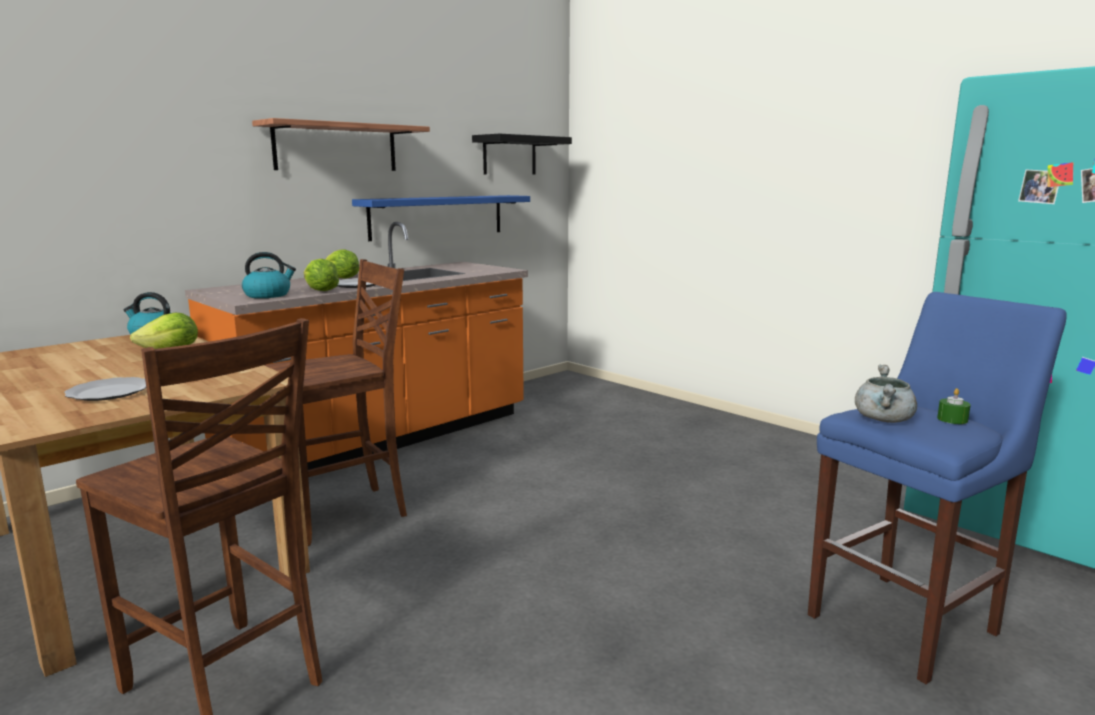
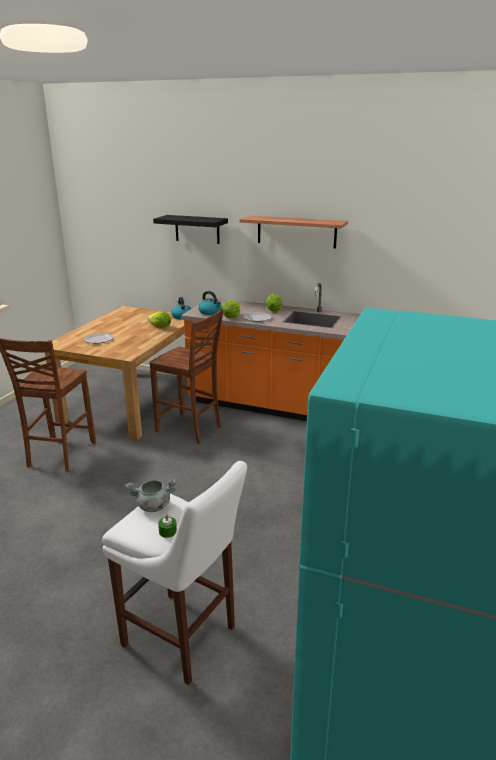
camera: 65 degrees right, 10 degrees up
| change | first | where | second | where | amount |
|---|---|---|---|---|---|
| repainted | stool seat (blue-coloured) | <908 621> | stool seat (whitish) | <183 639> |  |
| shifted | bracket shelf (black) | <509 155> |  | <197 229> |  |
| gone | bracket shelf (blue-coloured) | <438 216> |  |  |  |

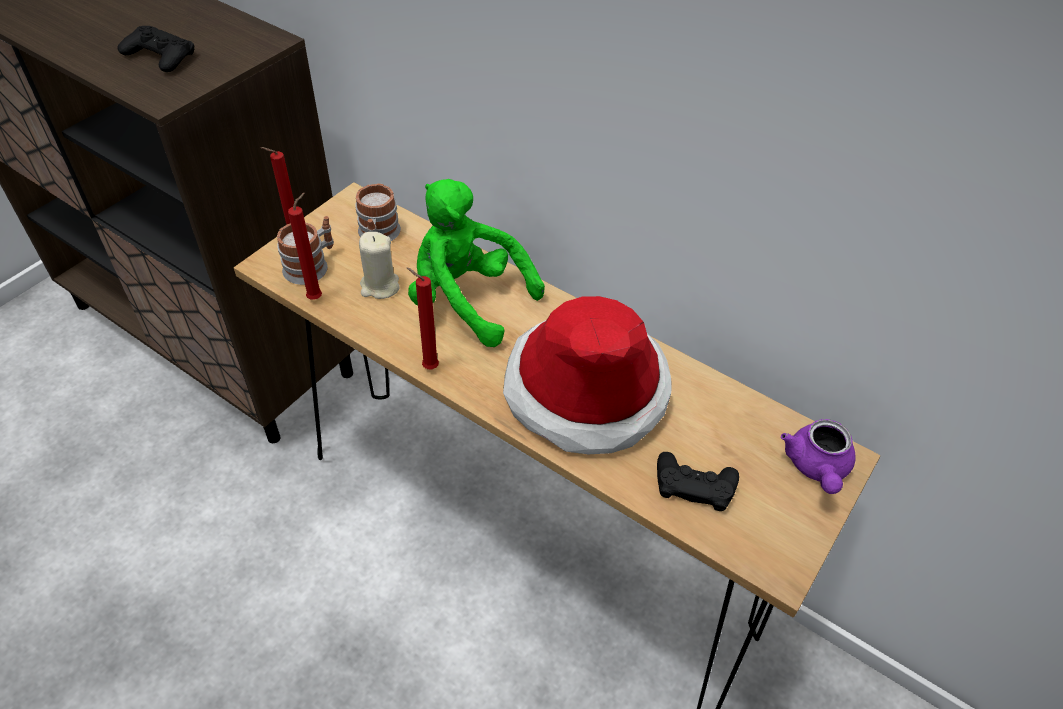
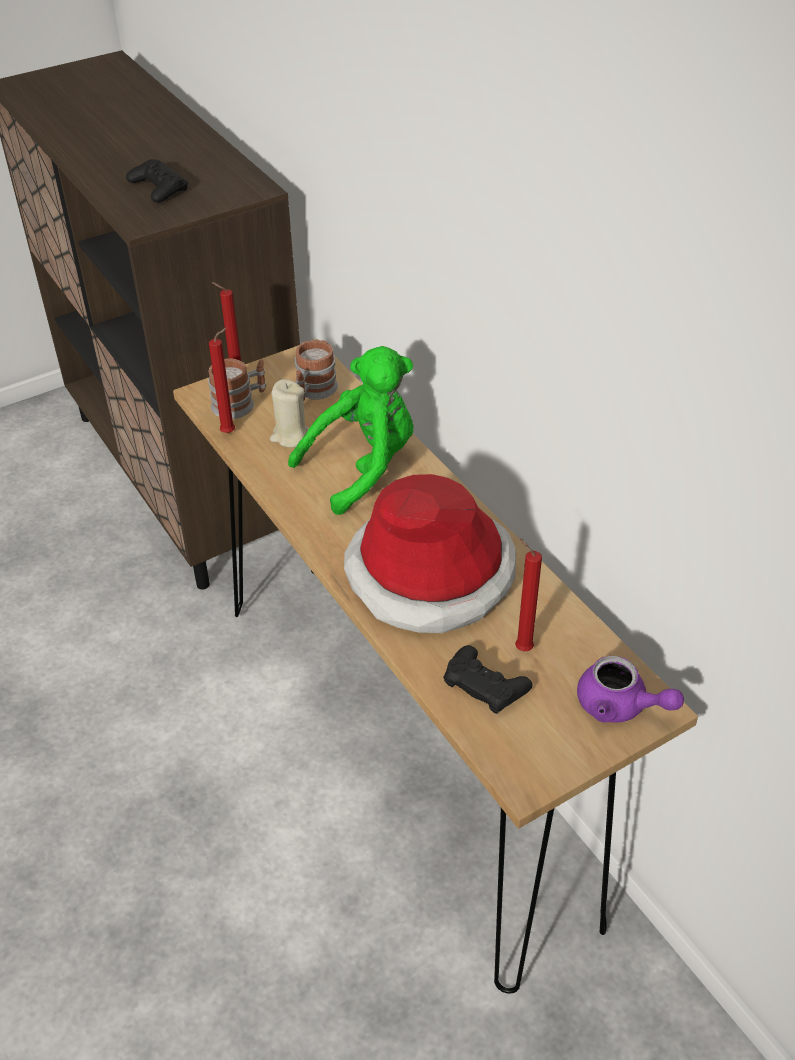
camera: 25 degrees right, 5 degrees down
| change | first | where | second | where | amount |
|---|---|---|---|---|---|
| rotated | plush toy (green) | <467 300> |  | <363 467> | 90 degrees clockwise |
| shifted | wax light (reddish) | <428 367> |  | <521 648> |  |
| rotated | pot for tea (purple) | <816 467> |  | <620 706> | 90 degrees counterclockwise |

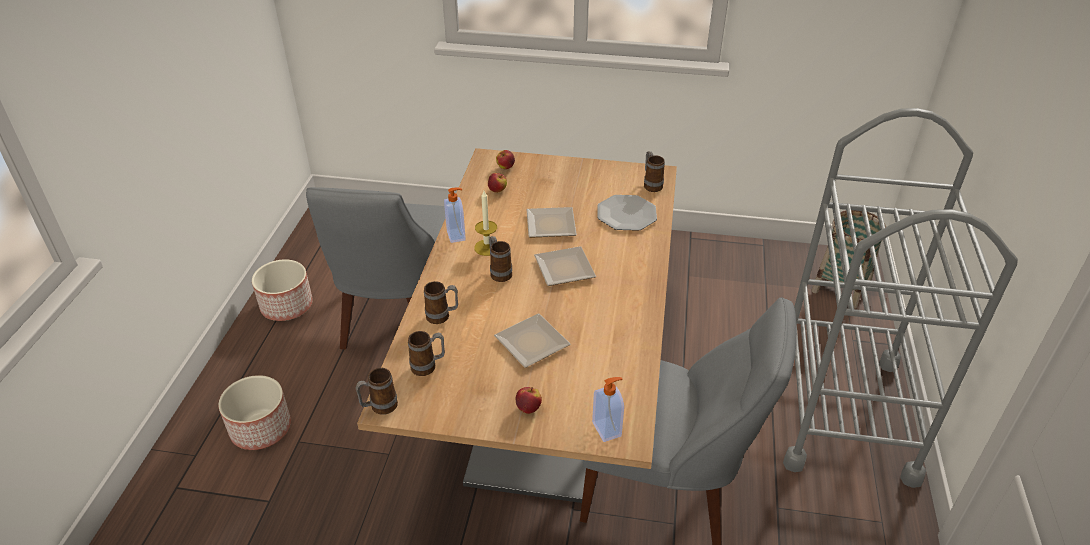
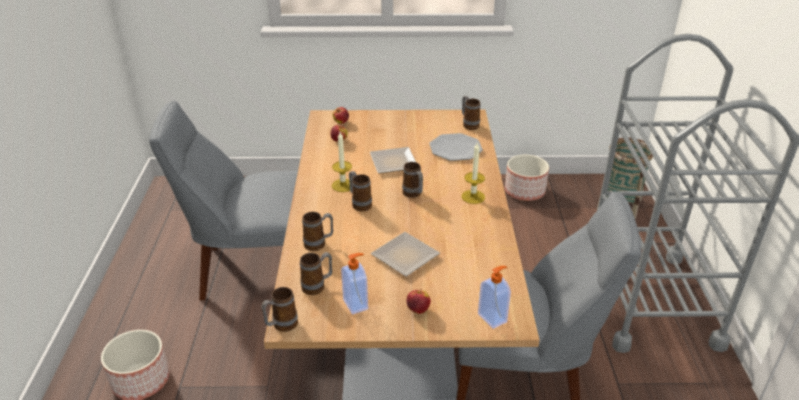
camera: 10 degrees left, 5 degrees down
| change | first | where | second | where | amount |
|---|---|---|---|---|---|
| rotated | upright chair (grey) | <396 318> |  | <250 270> | 90 degrees clockwise |
| shifted | soap bottle | <457 235> |  | <356 304> |  |
| swapped | flat dish | <562 268> | coffee mug | <413 195> |  |
| new |  |  | wax light | <473 197> |  |
| shifted | flower pot | <287 306> |  | <525 191> |  |

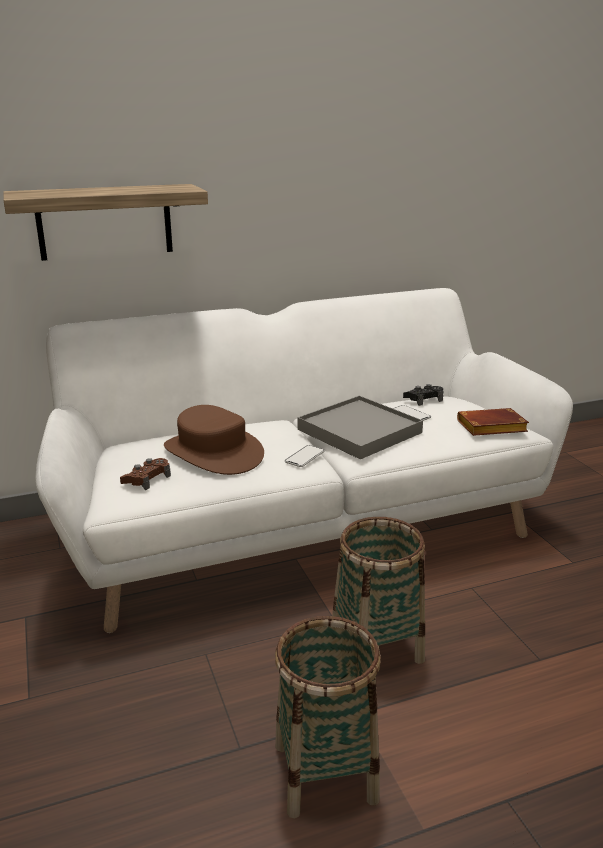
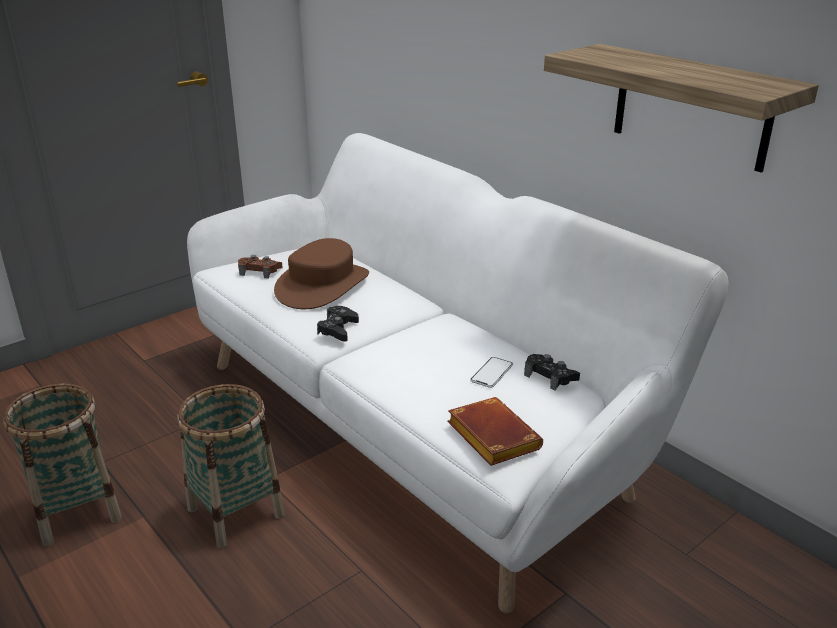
camera: 70 degrees right, 5 degrees up
| change | first | where | second | where | amount |
|---|---|---|---|---|---|
| swapped | handset | <304 457> | gamepad (black) | <338 329> |  |
| shifted | bracket shelf | <105 222> |  | <691 107> |  |
| gone | tray (grey) | <360 431> |  |  |  |

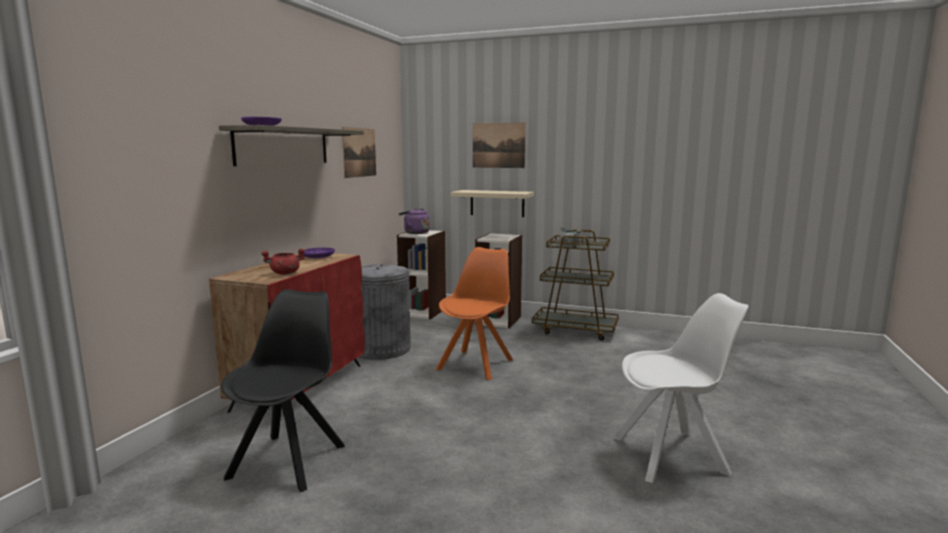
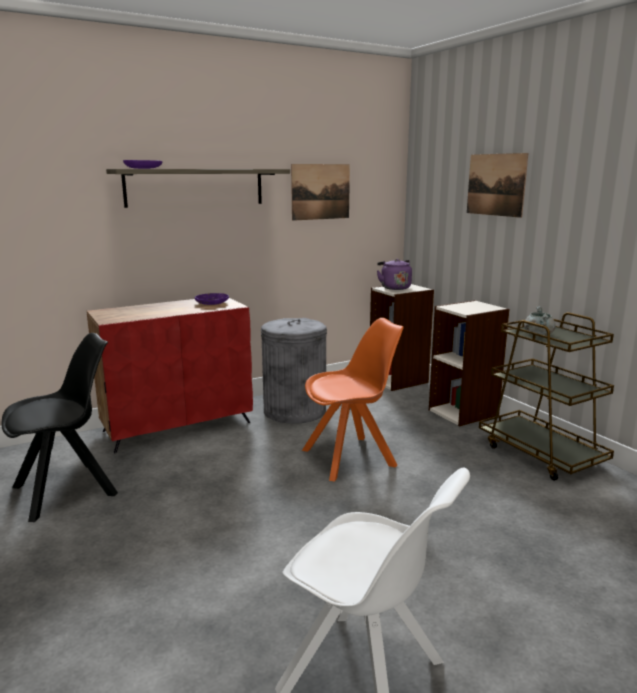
camera: 40 degrees right, 5 degrees up
| change | first | where | second | where | amount |
|---|---|---|---|---|---|
| gone | saucepot (reddish) | <285 273> |  |  |  |
| gone | bracket shelf (beige-coloured) | <497 203> |  |  |  |

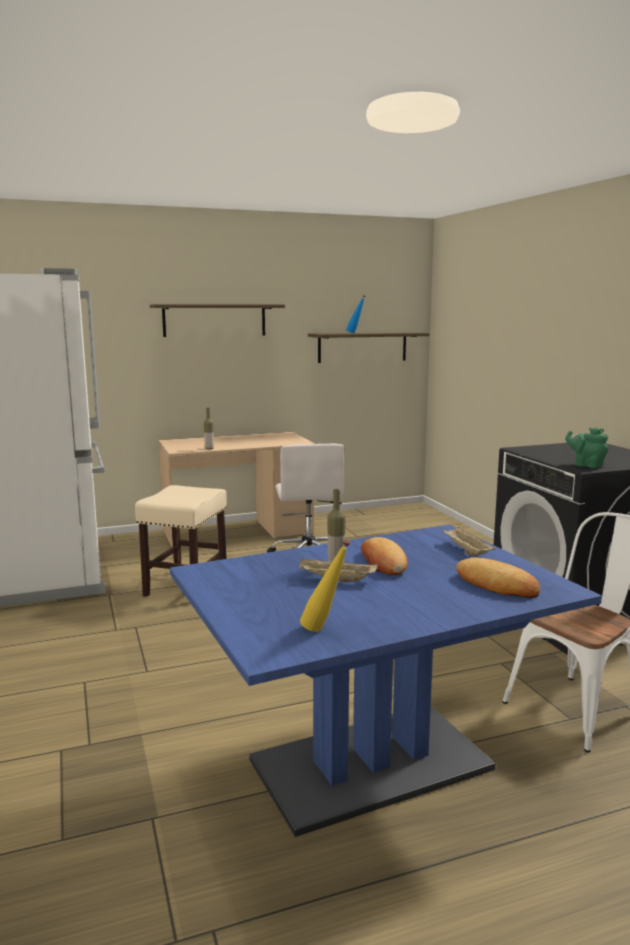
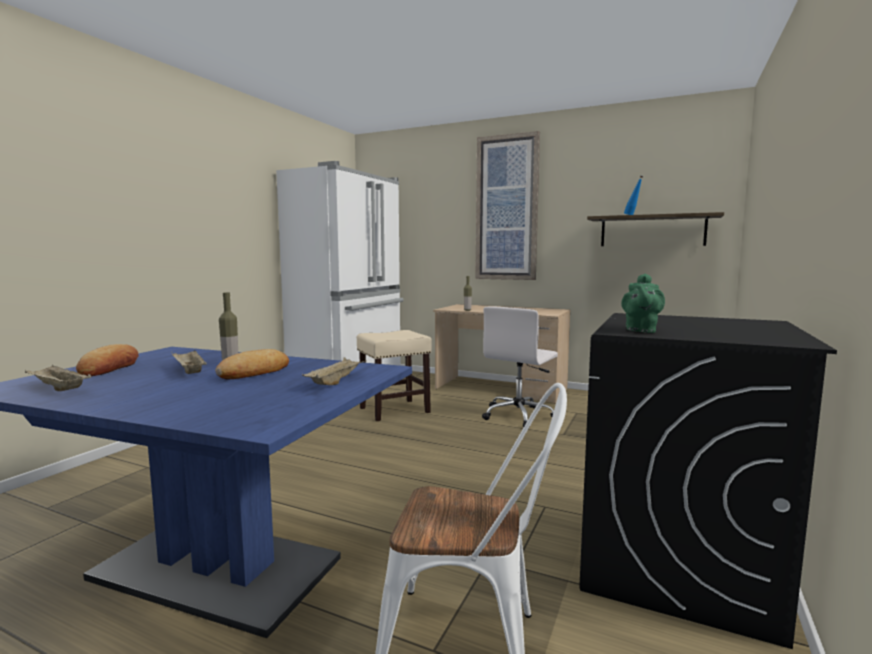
camera: 45 degrees right, 5 degrees down
| change | first | where | second | where | amount |
|---|---|---|---|---|---|
| swapped | drink bottle (yellow-coloured) | <324 630> | tray (beige-coloured) | <58 389> |  |
| shifted | bakery bread | <496 585> |  | <110 367> |  |
| swapped | bracket shelf | <214 320> | wall art | <507 208> |  |
| rotated | pot for tea (green) | <586 465> |  | <640 330> | 150 degrees counterclockwise |

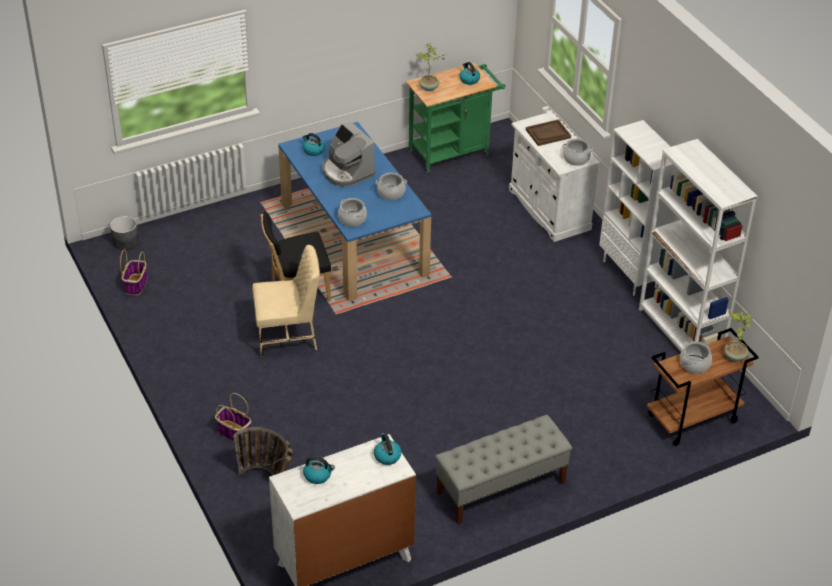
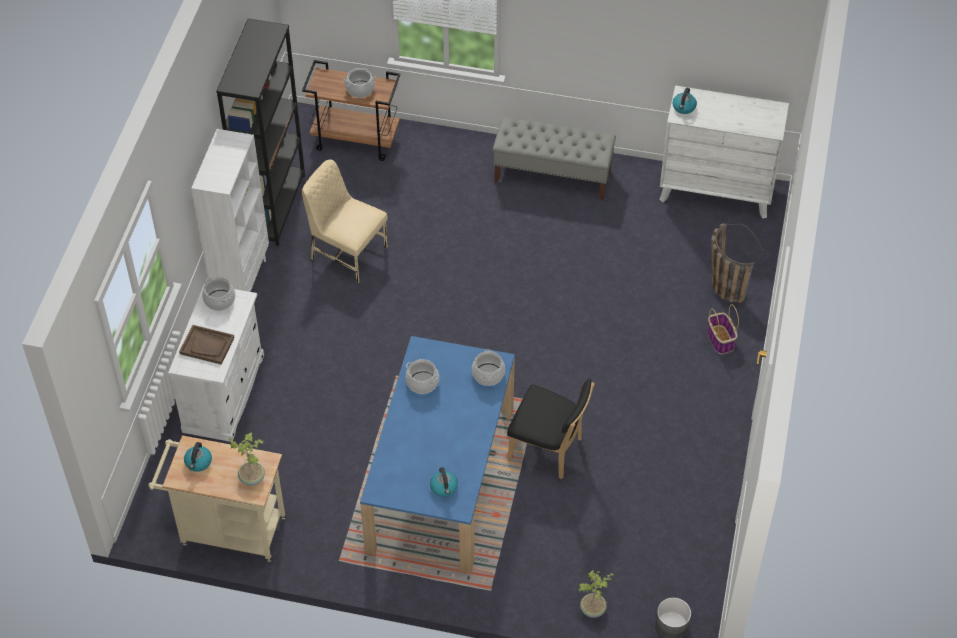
camera: 140 degrees left, 10 degrees up
| change | first | where | second | where | amount |
|---|---|---|---|---|---|
| repainted | wheeled cart (green) | <453 151> | wheeled cart (beige-coloured) | <227 530> |  |
| repainted | bookshelf (whitish) | <680 332> | bookshelf (black) | <273 206> |  |
| shifted | upright chair (beige-coloured) | <288 336> |  | <347 253> |  |
| shifted | houseplant | <734 356> |  | <593 610> |  |
| gone | basket | <136 284> |  |  |  |
| gone | water kettle | <318 475> |  |  |  |
| gone | coffee maker | <347 171> |  |  |  |

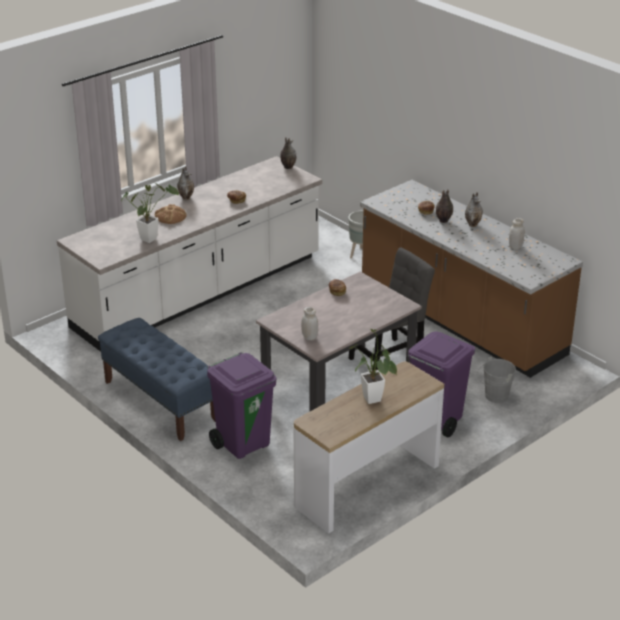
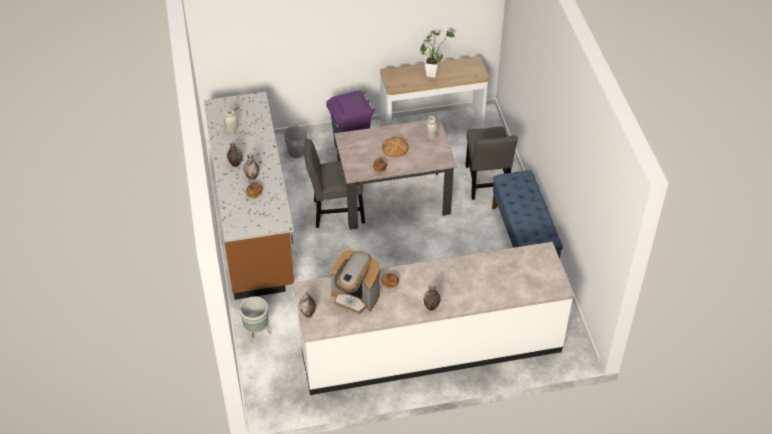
camera: 150 degrees left, 15 degrees up
| change | first | where | second | where | amount |
|---|---|---|---|---|---|
| new |  |  | coffee maker | <355 297> |  |
| shifted | bakery bread | <170 216> |  | <395 148> |  |
| swapped | waste bin (purple) | <243 443> | upright chair (grey) | <486 183> |  |
| gone | houseplant | <151 238> |  |  |  |

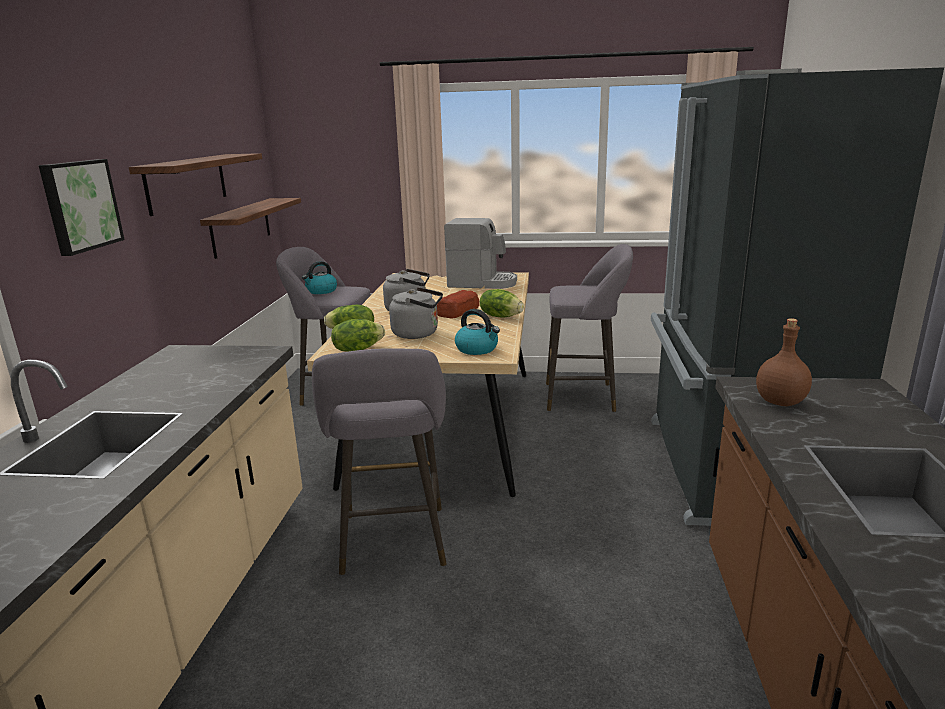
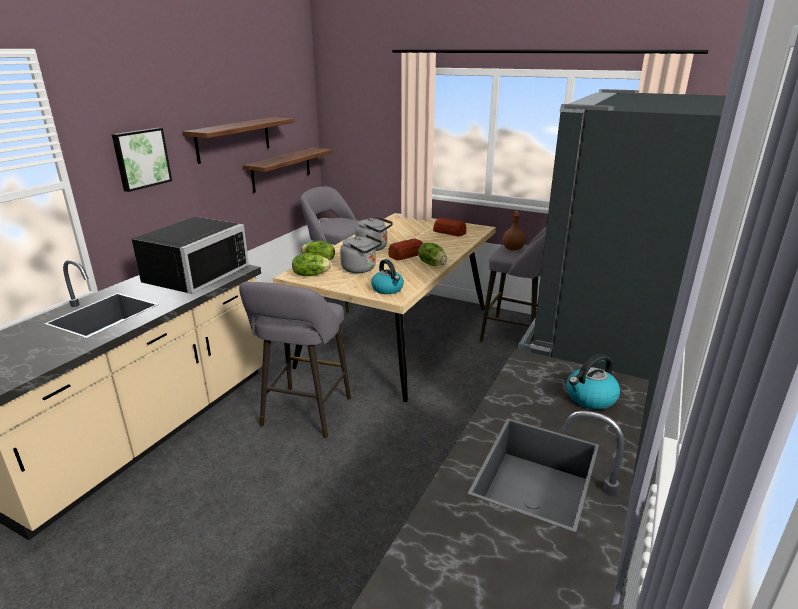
camera: 20 degrees right, 5 degrees up
| change | first | where | second | where | amount |
|---|---|---|---|---|---|
| new |  |  | kitchen microwave (black) | <192 275> |  |
| swapped | coffee maker | <482 283> | bakery bread | <449 232> |  |
| shifted | drink bottle (brownish) | <779 401> |  | <513 249> |  |
| shifted | water kettle | <321 291> |  | <590 398> |  |

